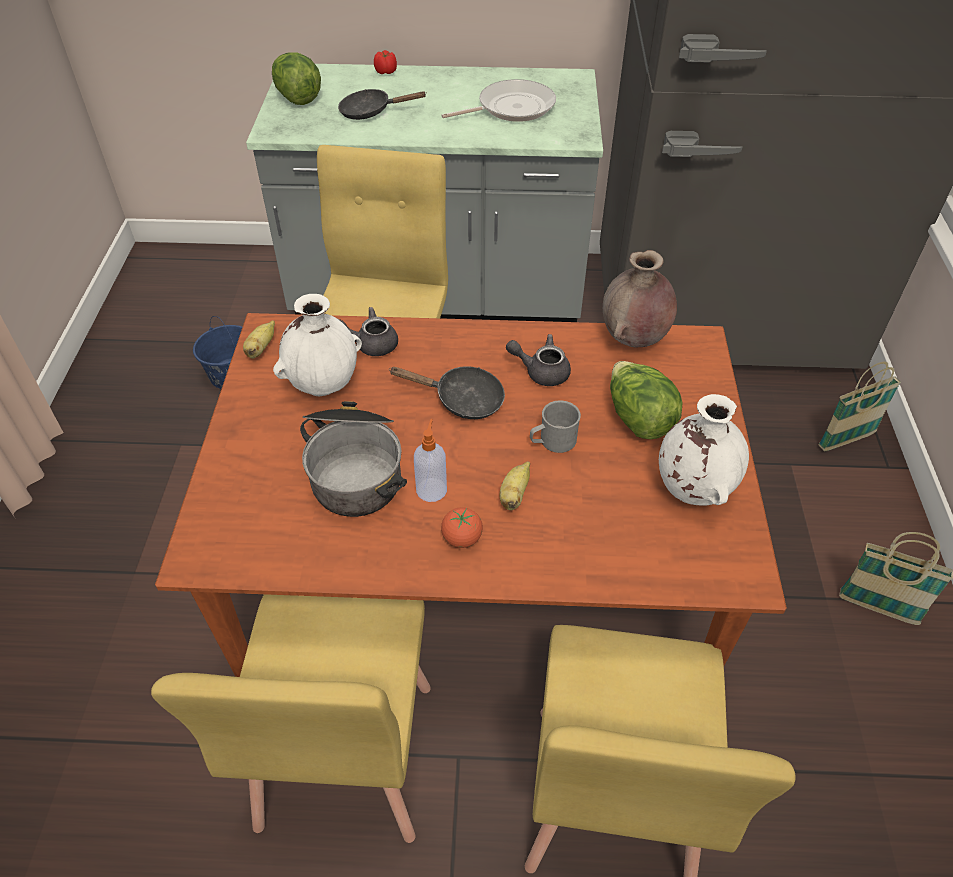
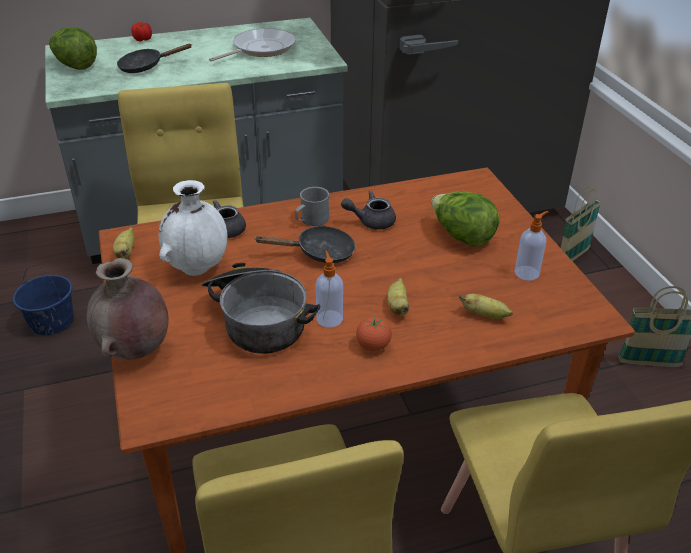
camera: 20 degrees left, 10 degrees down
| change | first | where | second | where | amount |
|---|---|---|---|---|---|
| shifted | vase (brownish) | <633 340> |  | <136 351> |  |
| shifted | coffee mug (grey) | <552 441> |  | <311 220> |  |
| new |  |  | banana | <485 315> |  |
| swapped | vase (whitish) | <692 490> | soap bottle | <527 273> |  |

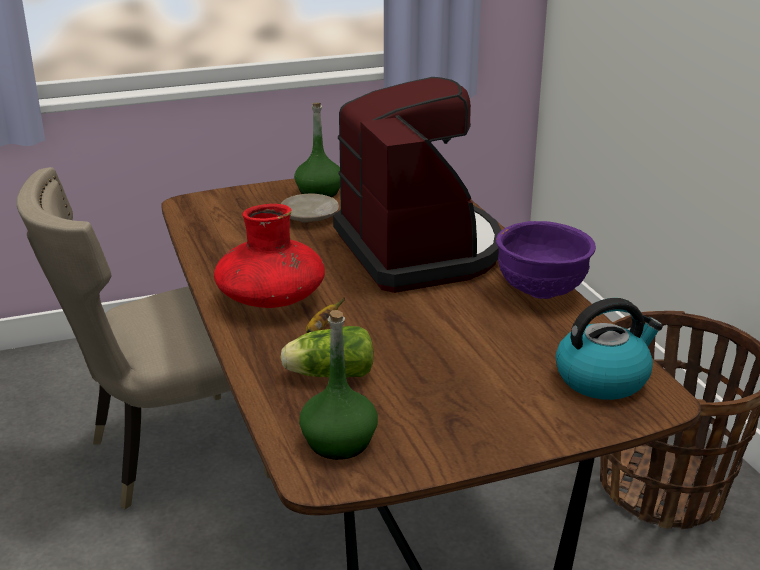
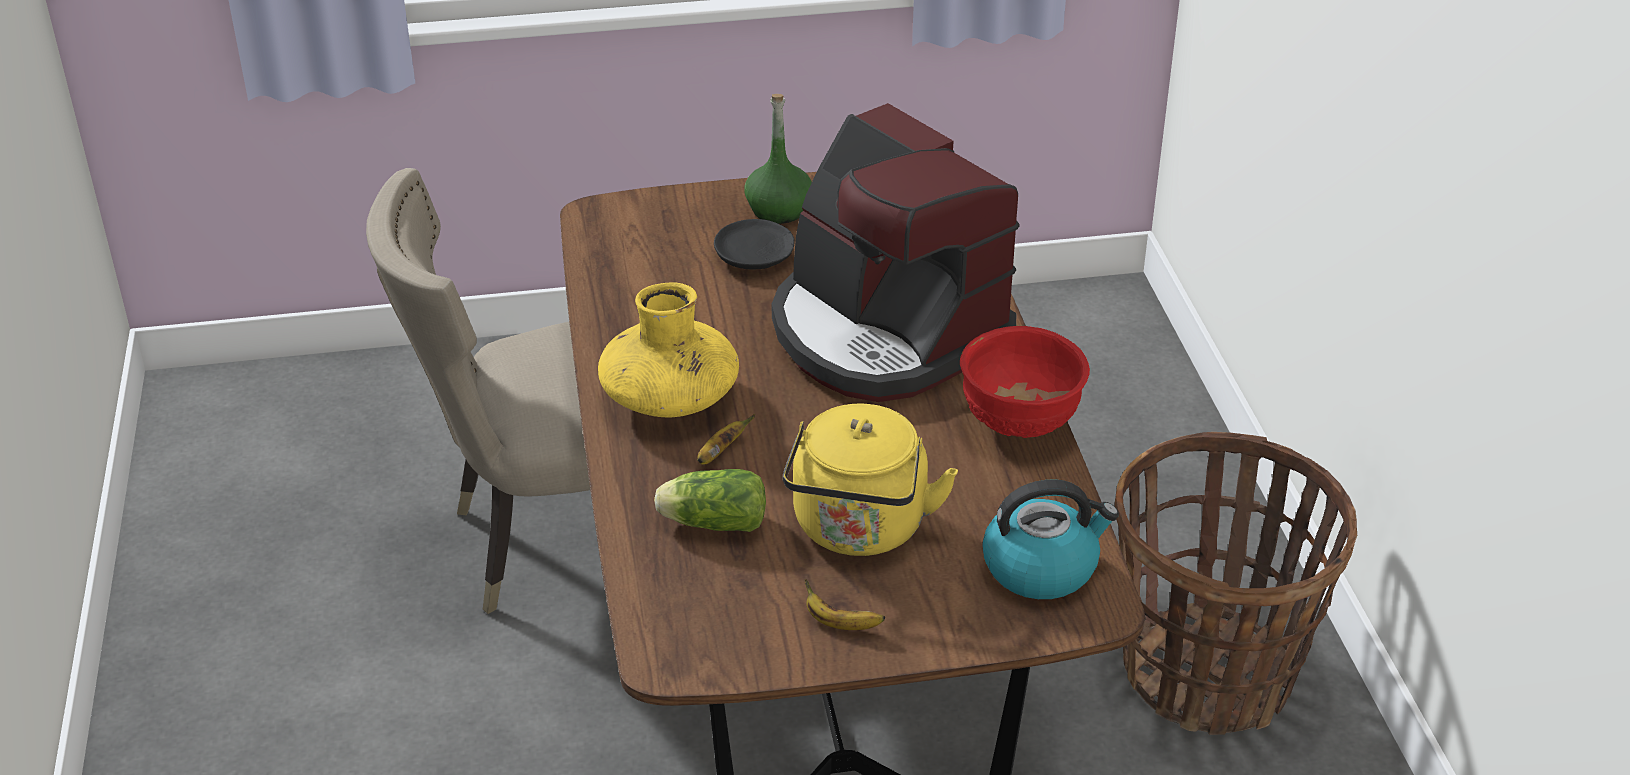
camera: 10 degrees right, 10 degrees up
| change | first | where | second | where | amount |
|---|---|---|---|---|---|
| repainted | vase (reddish) | <271 300> | vase (yellow-coloured) | <669 398> |  |
| repainted | flat dish (beige-coloured) | <310 217> | flat dish (black) | <754 257> |  |
| rotated | coffee maker | <419 250> |  | <884 333> | 150 degrees clockwise |
| new |  |  | water kettle (yellow-coloured) | <859 530> |  |
| new |  |  | banana | <840 624> |  |
| repainted | deep dish (purple) | <541 292> | deep dish (reddish) | <1020 424> |  |
| gone | drink bottle (green) | <339 442> |  |  |  |

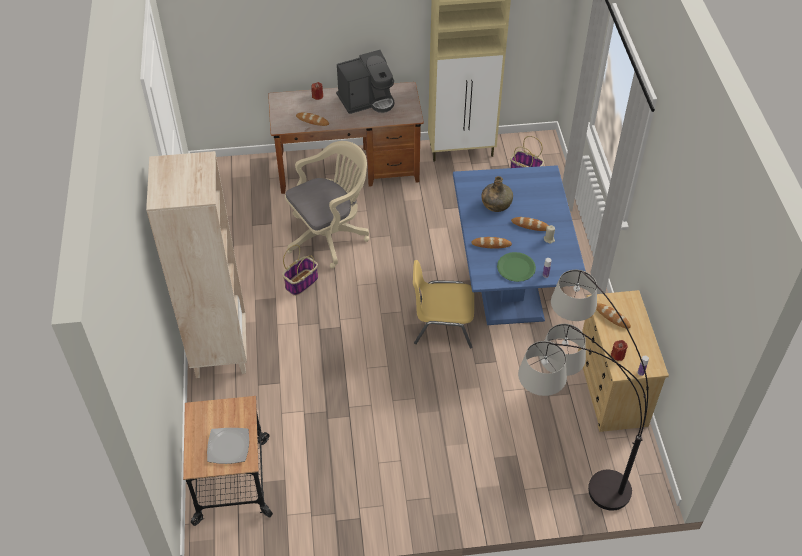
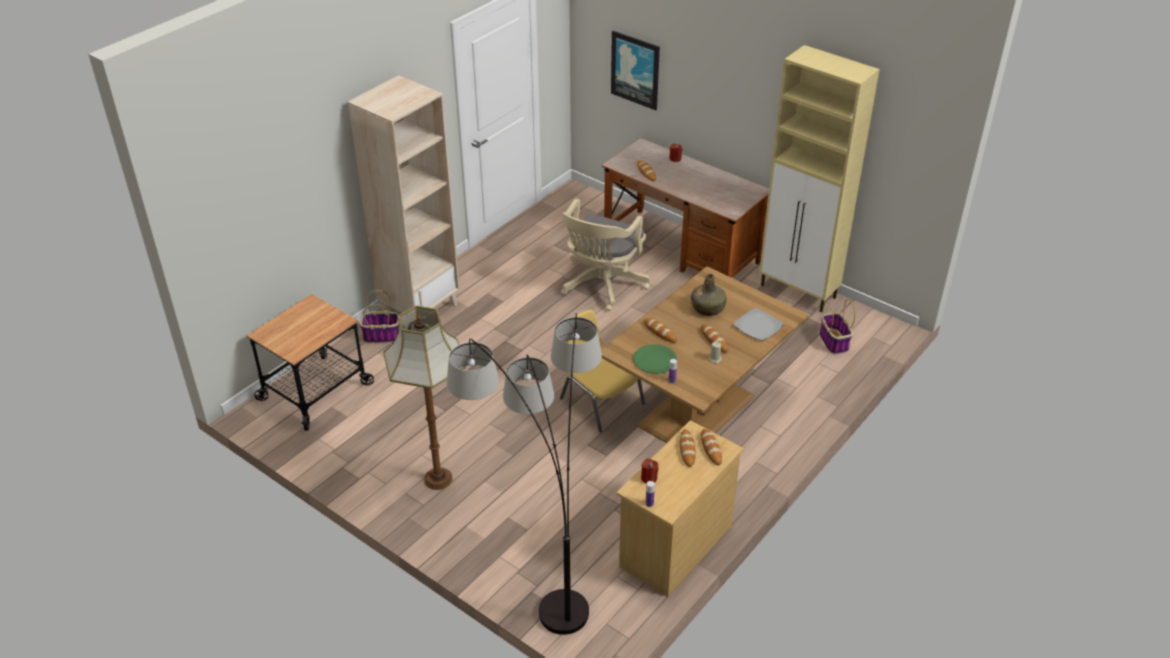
camera: 45 degrees right, 10 degrees down
| change | first | where | second | where | amount |
|---|---|---|---|---|---|
| shifted | basket | <301 282> |  | <382 336> |  |
| new |  |  | floor lamp | <438 478> |  |
| rotated | desk chair (beige-coloured) | <330 235> |  | <601 286> | 105 degrees clockwise |
| repainted | kitchen table (blue-coloured) | <509 285> | kitchen table (brownish) | <698 411> |  |
| new |  |  | wall art | <635 70> |  |
| new |  |  | bakery bread | <711 448> |  |
| shifted | flat dish | <228 446> |  | <758 326> |  |
| gone | coffee maker | <367 100> |  |  |  |

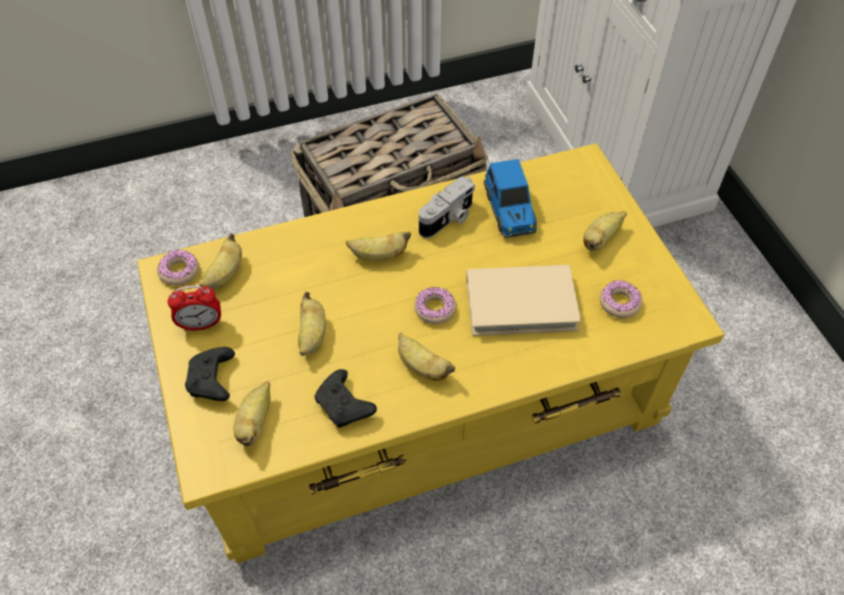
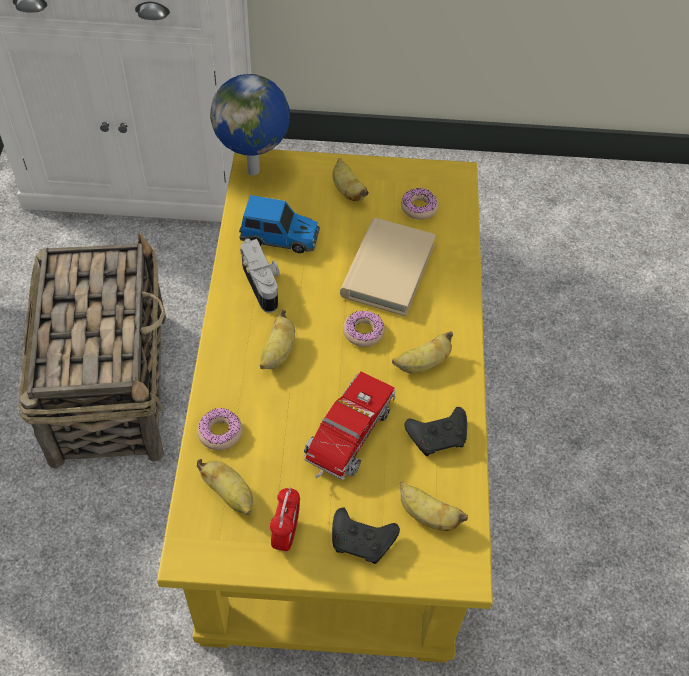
camera: 70 degrees left, 0 degrees up
| change | first | where | second | where | amount |
|---|---|---|---|---|---|
| shifted | ring doughnut | <179 271> |  | <220 432> |  |
| new |  |  | desk globe | <255 171> |  |
| swapped | banana | <312 336> | toy truck | <348 438> |  |

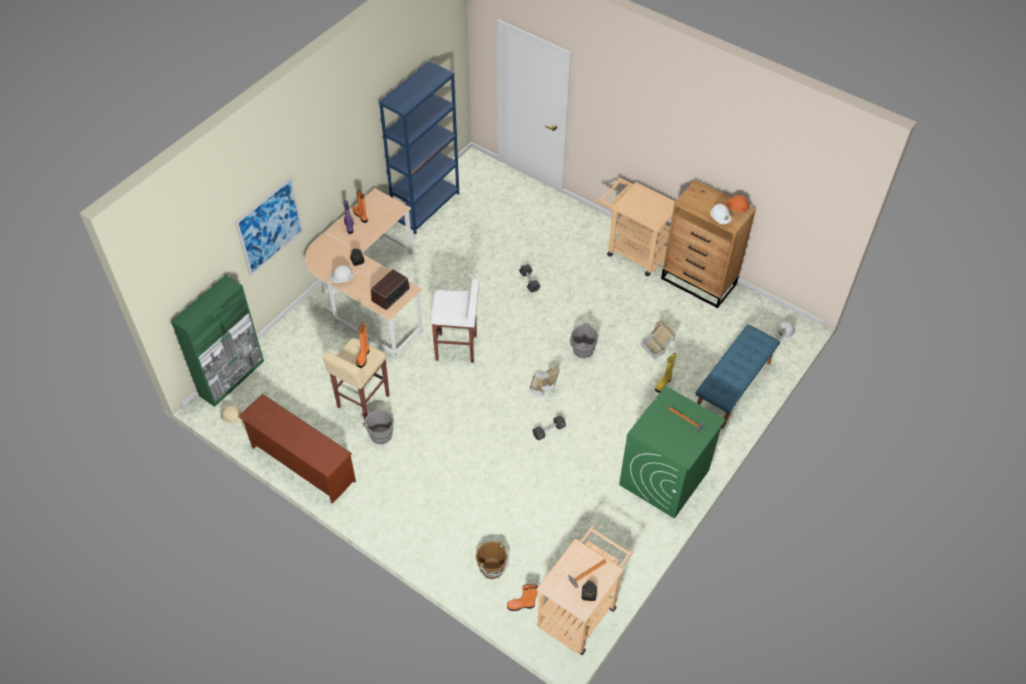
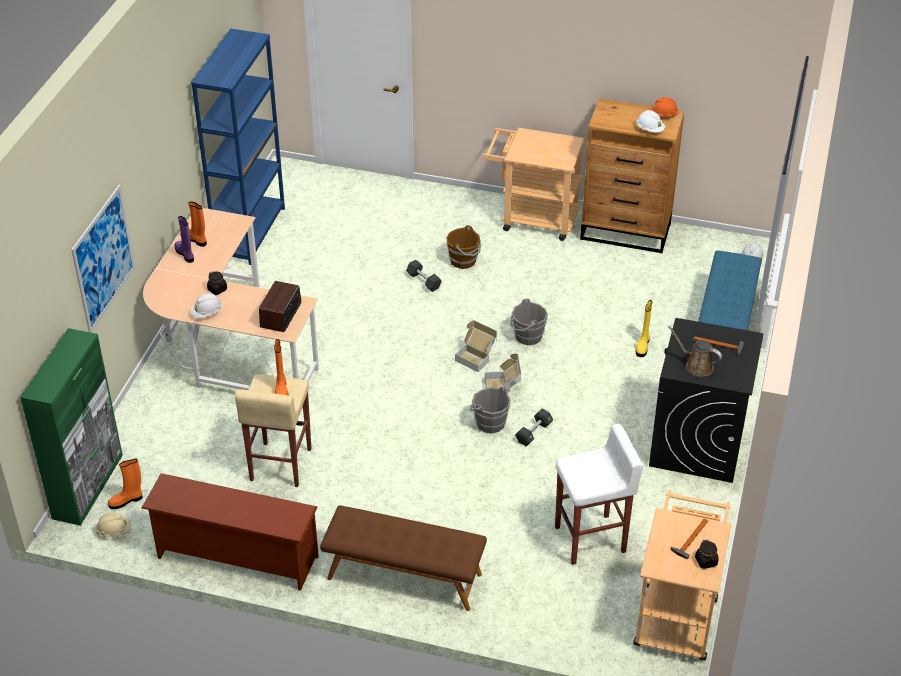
camera: 20 degrees left, 10 degrees down
| change | first | where | second | where | amount |
|---|---|---|---|---|---|
| shifted | high-top boot (orangey) | <521 605> |  | <127 501> |  |
| new |  |  | long seat (brownish) | <404 577> |  |
| shifted | water bucket (brownish) | <492 568> |  | <464 261> |  |
| shifted | cardboard box | <657 346> |  | <476 357> |  |
| shifted | water bucket (grey) | <380 434> |  | <489 422> |  |
| shifted | stool seat (whitish) | <457 348> |  | <591 540> |  |
| repainted | laundry machine (green) | <664 478> | laundry machine (black) | <697 444> |  |
| new |  |  | watering pot (brownish) | <696 366> |  |

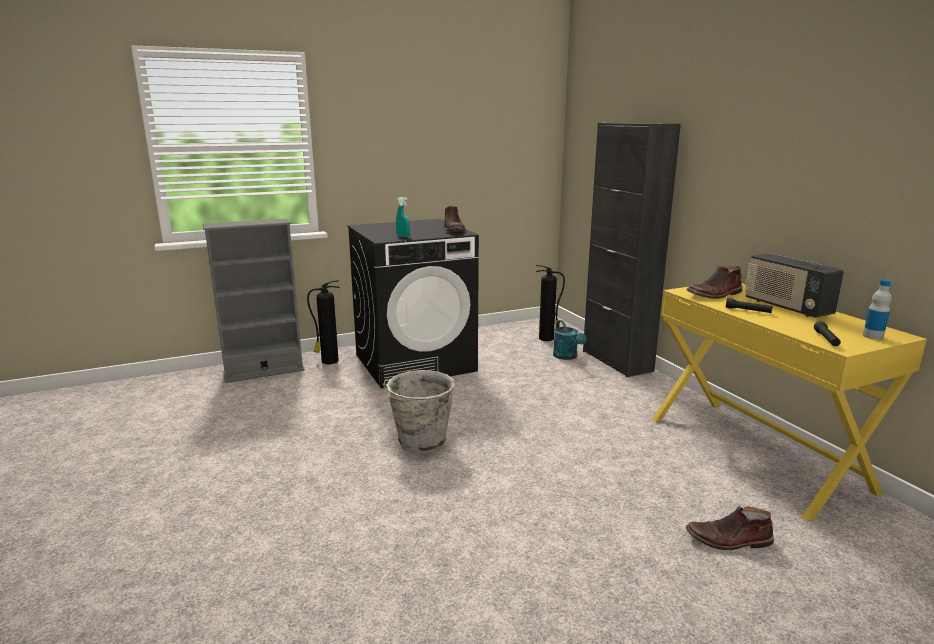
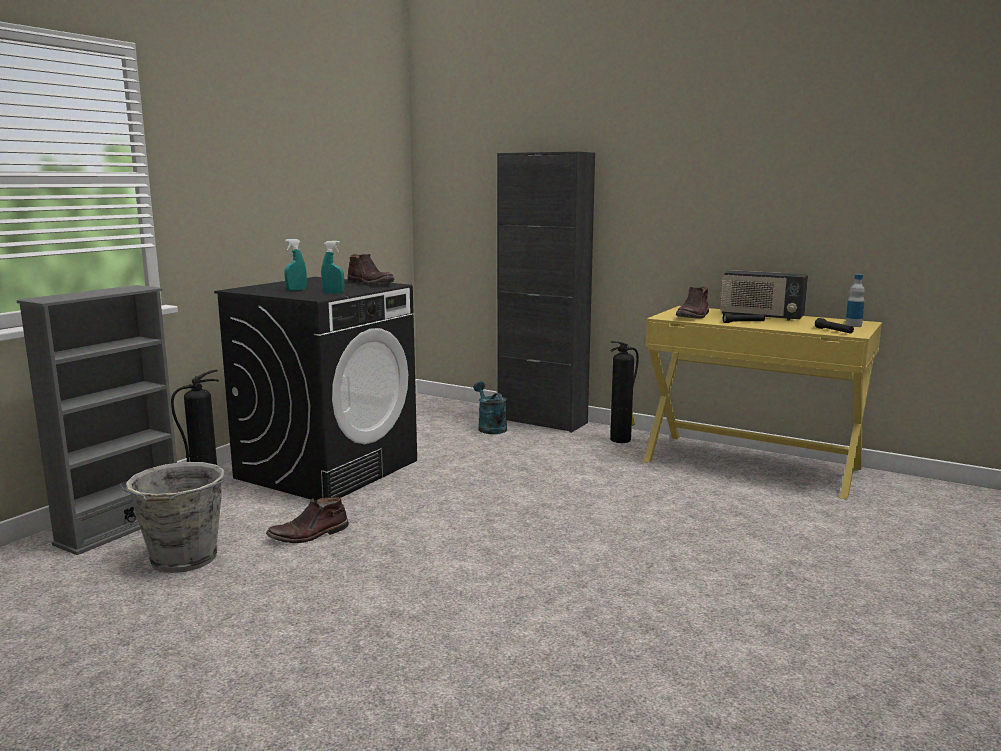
camera: 35 degrees left, 5 degrees down
| change | first | where | second | where | amount |
|---|---|---|---|---|---|
| shifted | water bucket (grey) | <420 442> |  | <183 560> |  |
| shifted | high-top boot (brownish) | <728 540> |  | <309 535> |  |
| new |  |  | hand sprayer (blue-green) | <296 290> |  |
| rotated | watering pot (blue-green) | <567 357> |  | <490 427> | 150 degrees counterclockwise |
| shifted | fire extinguisher | <547 338> |  | <621 439> |  |

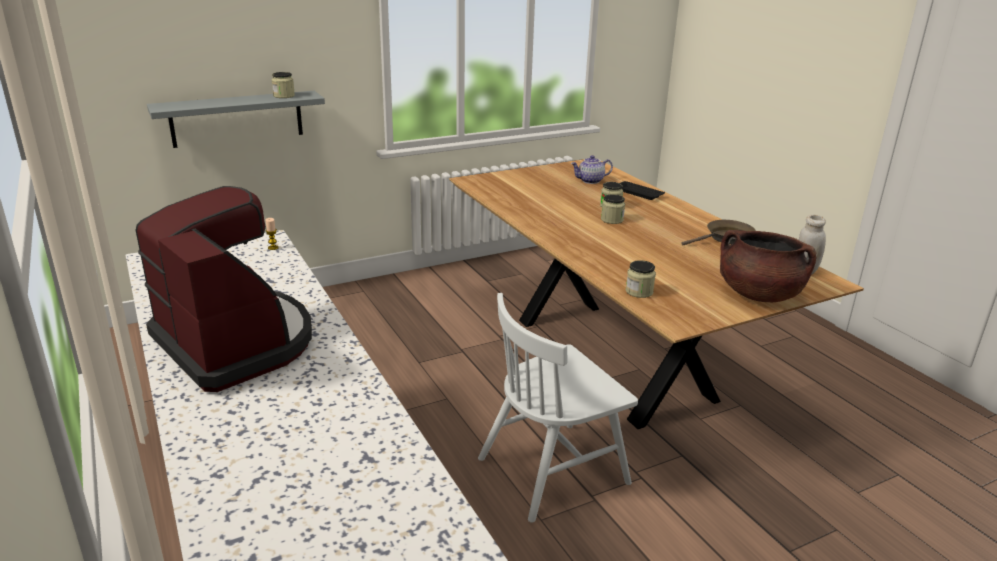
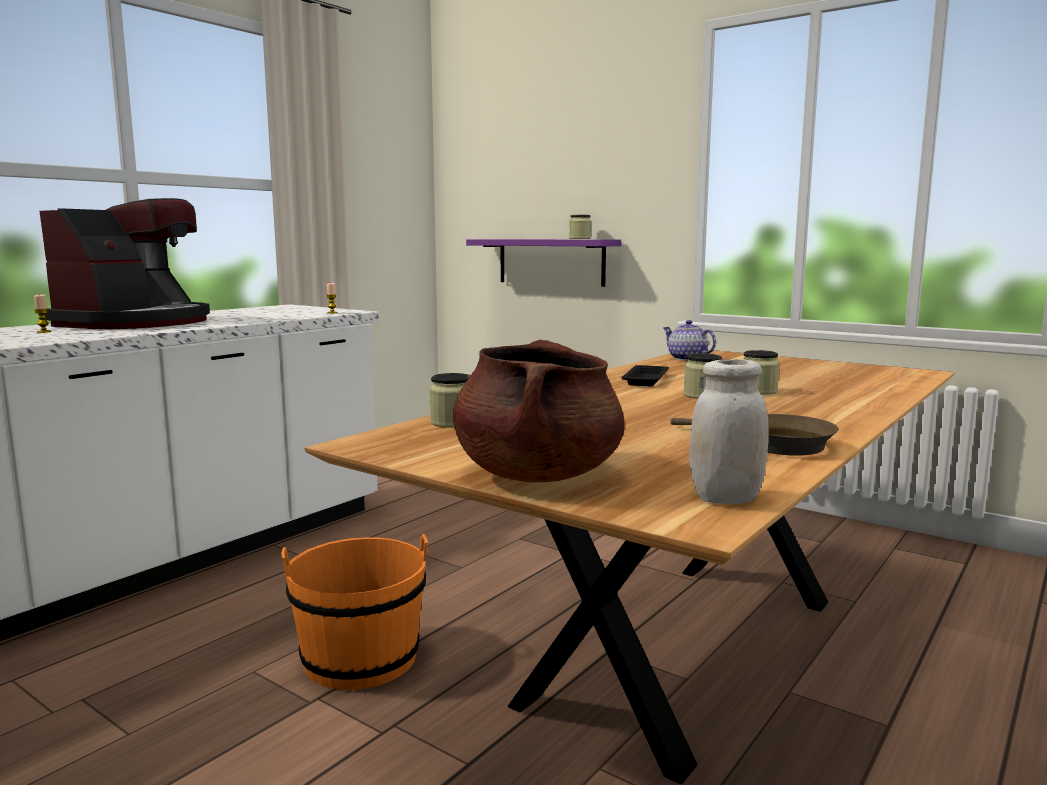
camera: 65 degrees right, 15 degrees down
| change | first | where | second | where | amount |
|---|---|---|---|---|---|
| new |  |  | wax light | <44 332> |  |
| swapped | upright chair (whitish) | <553 470> | water bucket (orangey) | <360 659> |  |
| repainted | bracket shelf (grey) | <237 119> | bracket shelf (purple) | <551 261> |  |
| shifted | tray (black) | <637 193> |  | <646 379> |  |
| shifted | pot for tea | <590 181> |  | <686 359> |  |

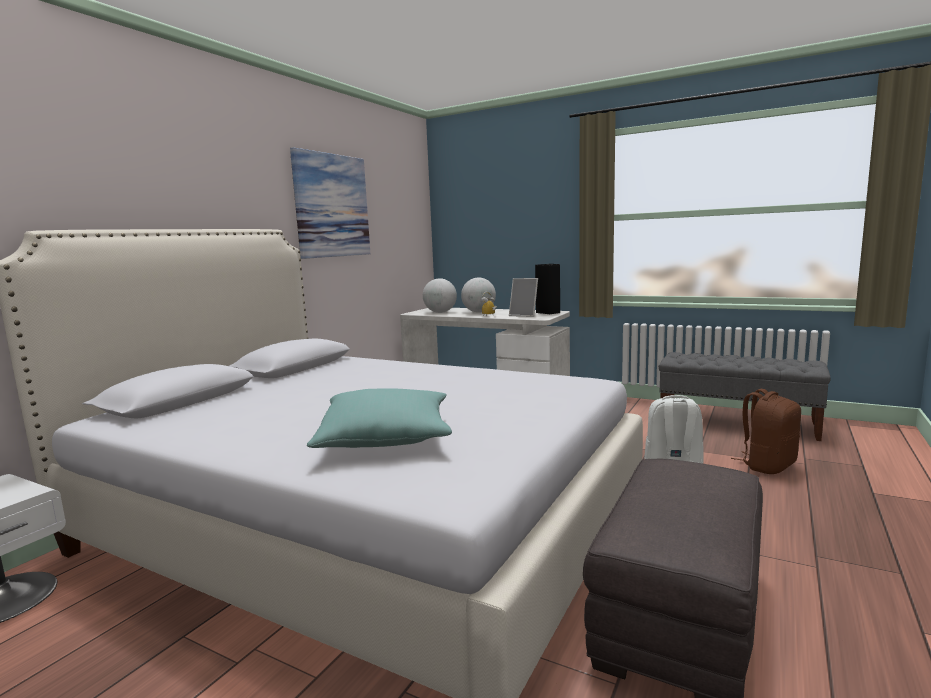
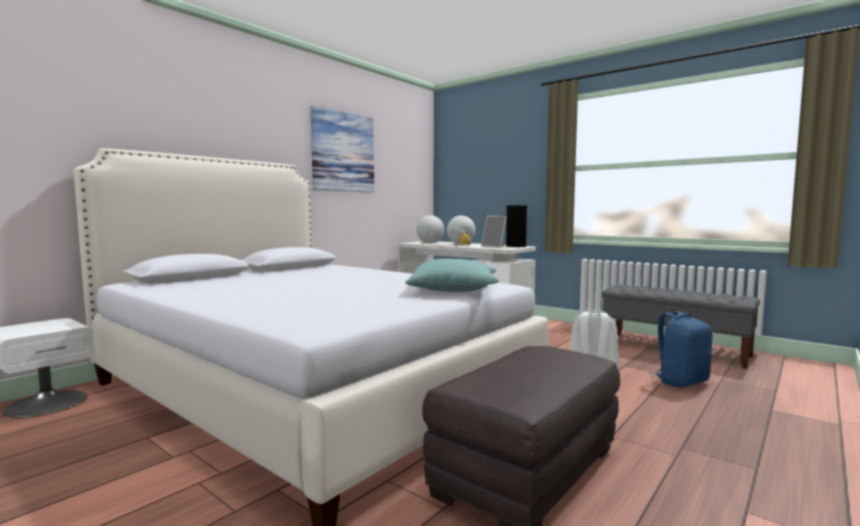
camera: 10 degrees right, 5 degrees down
| change | first | where | second | where | amount |
|---|---|---|---|---|---|
| shifted | pillow (blue-green) | <386 438> |  | <454 290> |  |
| repainted | rucksack (brownish) | <767 465> | rucksack (blue-coloured) | <681 381> |  |

